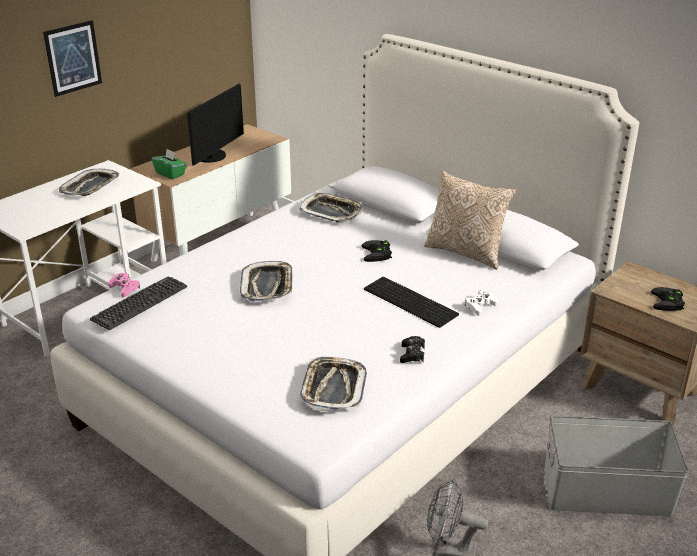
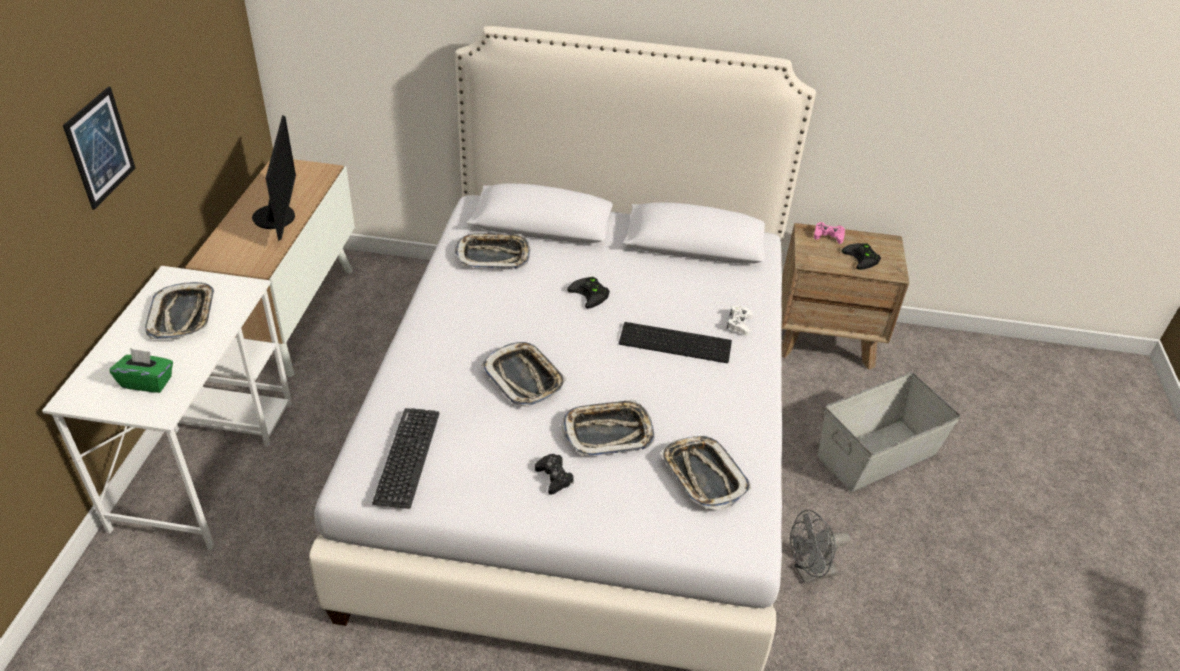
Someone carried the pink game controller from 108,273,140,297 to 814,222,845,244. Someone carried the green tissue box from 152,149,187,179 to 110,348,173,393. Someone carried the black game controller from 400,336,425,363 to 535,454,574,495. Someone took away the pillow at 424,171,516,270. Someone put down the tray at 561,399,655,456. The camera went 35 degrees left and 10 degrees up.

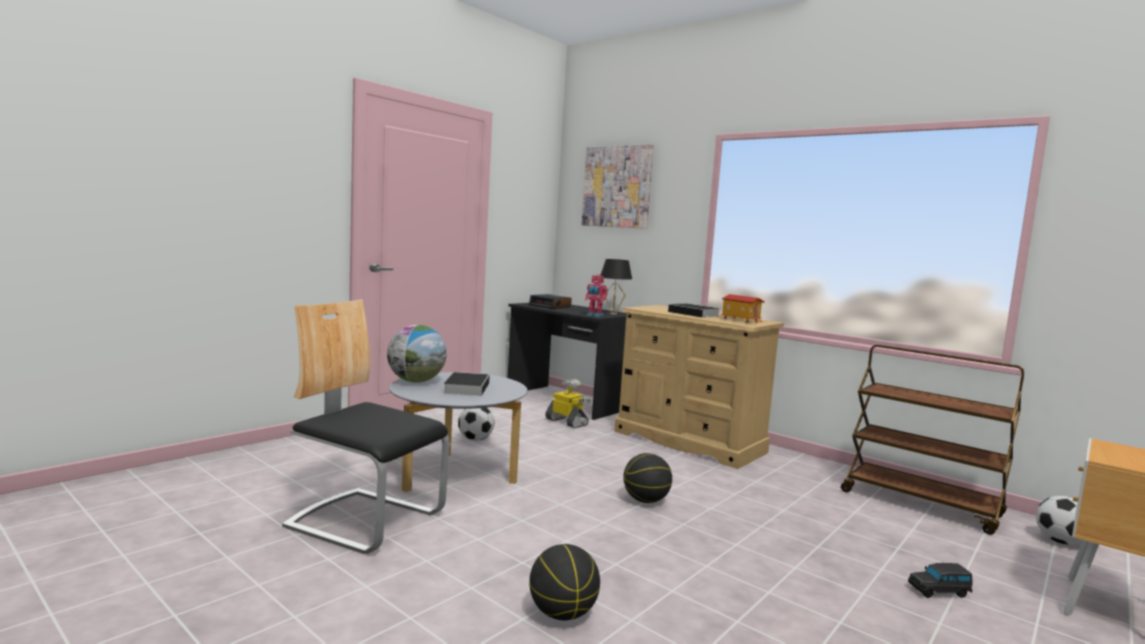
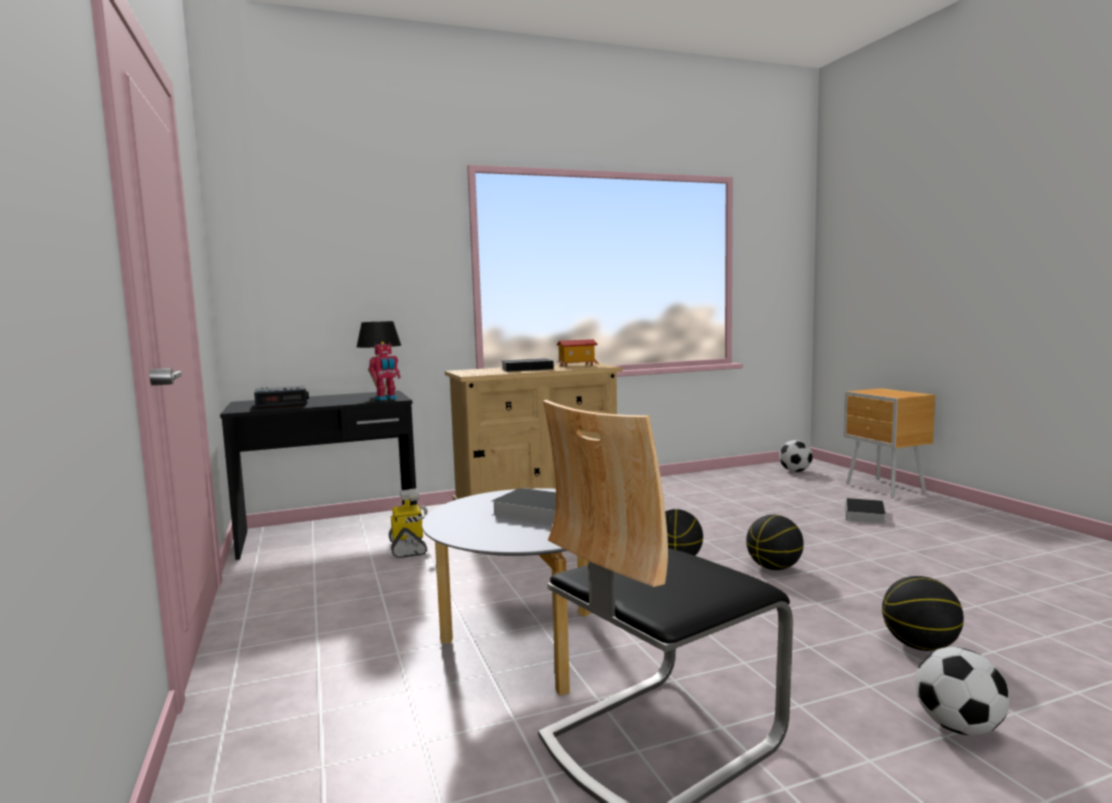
Someone took away the globe at 387,325,447,383. Someone carried the football from 458,408,494,441 to 915,647,1009,736. Someone rotated the toy robot at 545,379,591,428 by 90 degrees clockwise. Someone took away the picture at 582,144,654,229. Someone took away the brown cart at 841,345,1024,535. Someone swapped the black toy car at 908,563,973,598 for the book at 845,498,886,524. Someone put down the basketball at 746,515,804,570. The camera went 60 degrees left and 0 degrees up.

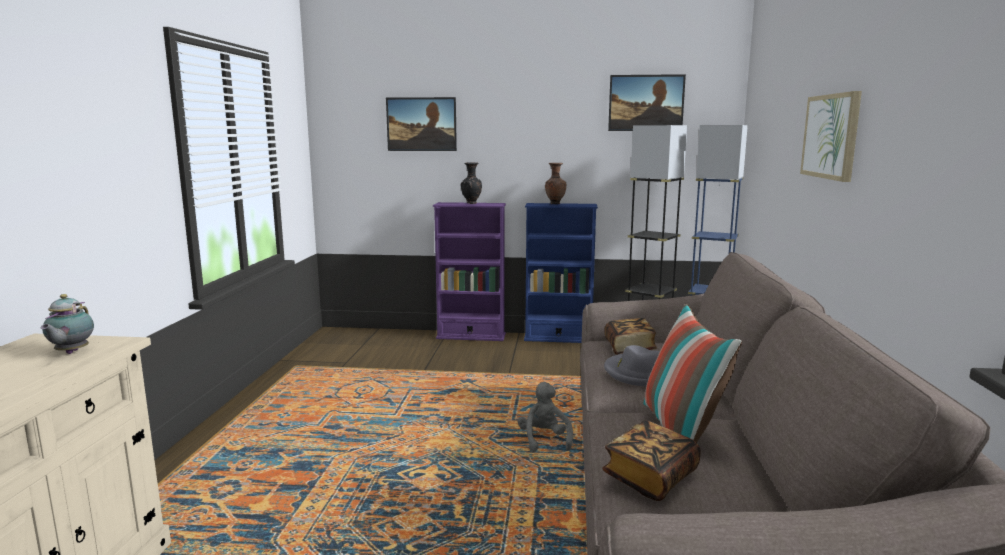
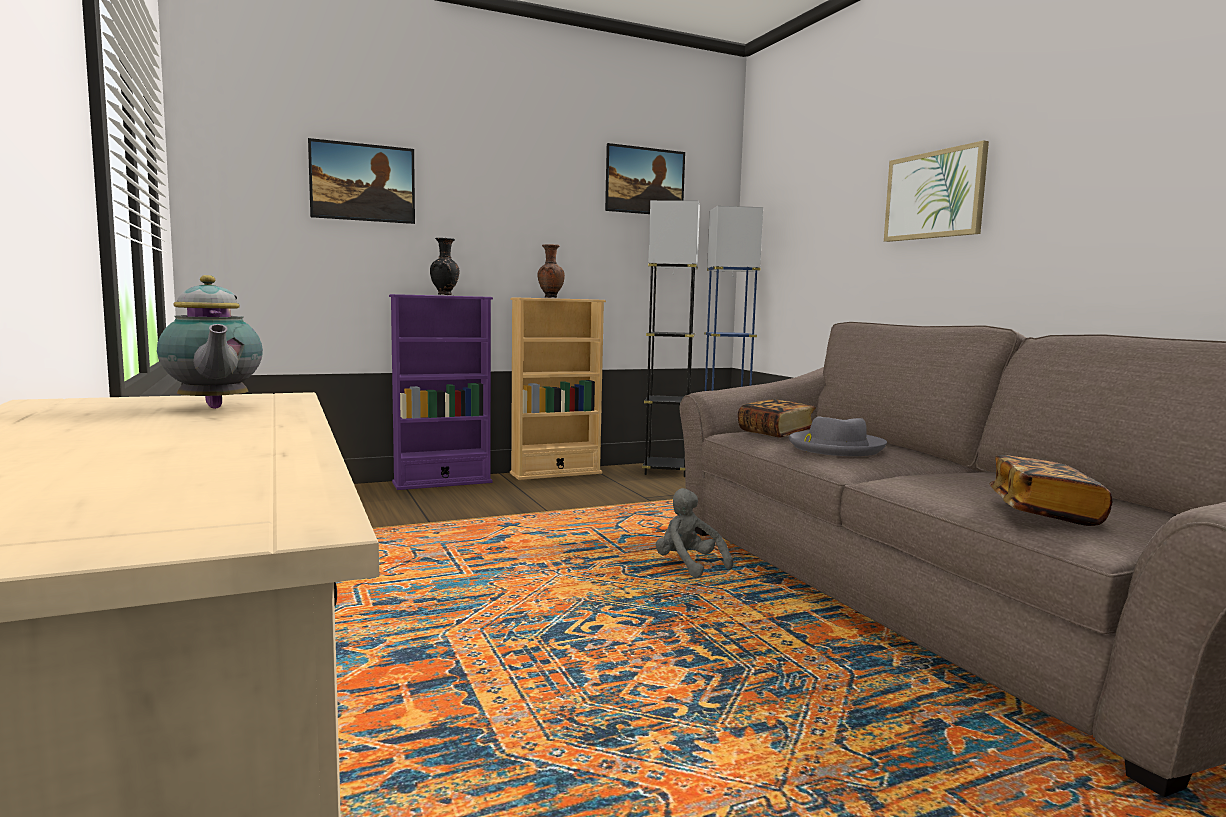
Someone repainted the blue bookcase at 524,203,598,343, which became the beige bookcase at 510,297,606,480. Someone took away the pillow at 643,304,742,443. The camera went 30 degrees left and 5 degrees down.

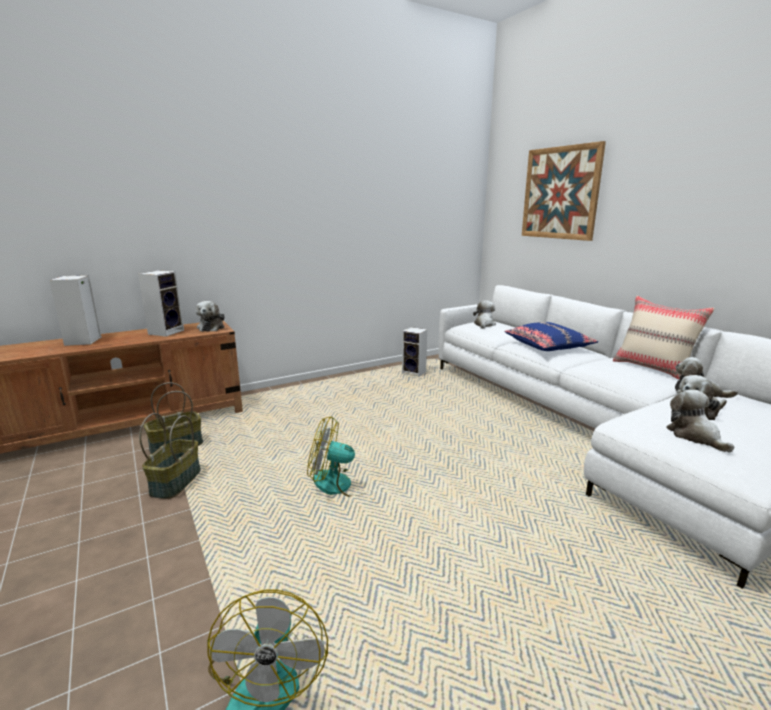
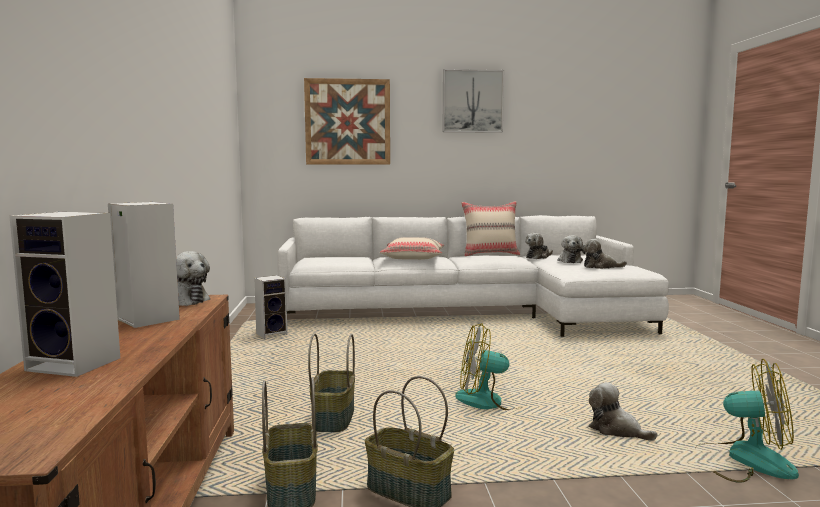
Someone rotated the fan at 307,416,369,497 by 60 degrees clockwise. Someone carried the plush toy from 473,300,496,329 to 589,382,657,441. Someone repainted the blue pillow at 504,322,598,351, which became the beige pillow at 380,237,444,260. Someone put down the basket at 308,333,355,432. Someone put up the picture at 442,69,504,133. The camera went 65 degrees left and 10 degrees down.

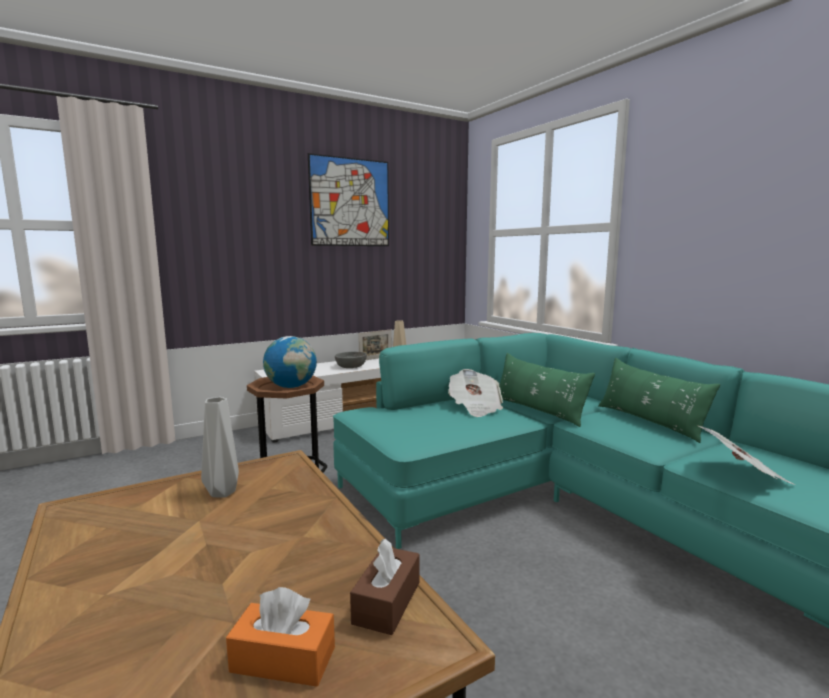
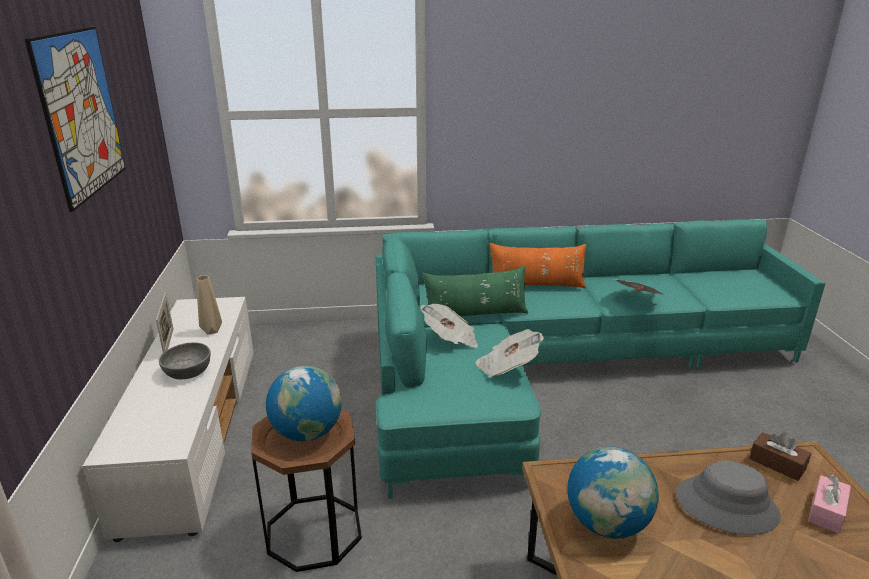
Someone swapped the grey vase at 201,397,239,497 for the globe at 567,446,659,539. Someone repainted the orange tissue box at 226,587,335,687, which became the pink tissue box at 808,474,851,533. Someone repainted the green pillow at 598,358,720,443, which became the orange pillow at 490,243,586,288. Someone put down the newspaper at 475,329,544,378. Someone put down the grey hat at 676,461,781,535. The camera went 65 degrees left and 15 degrees up.

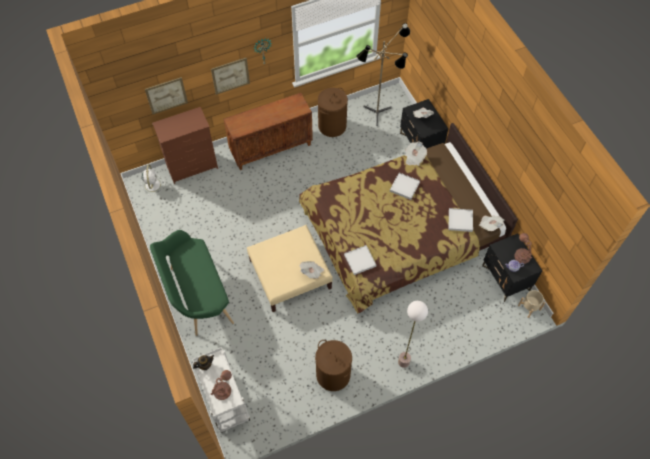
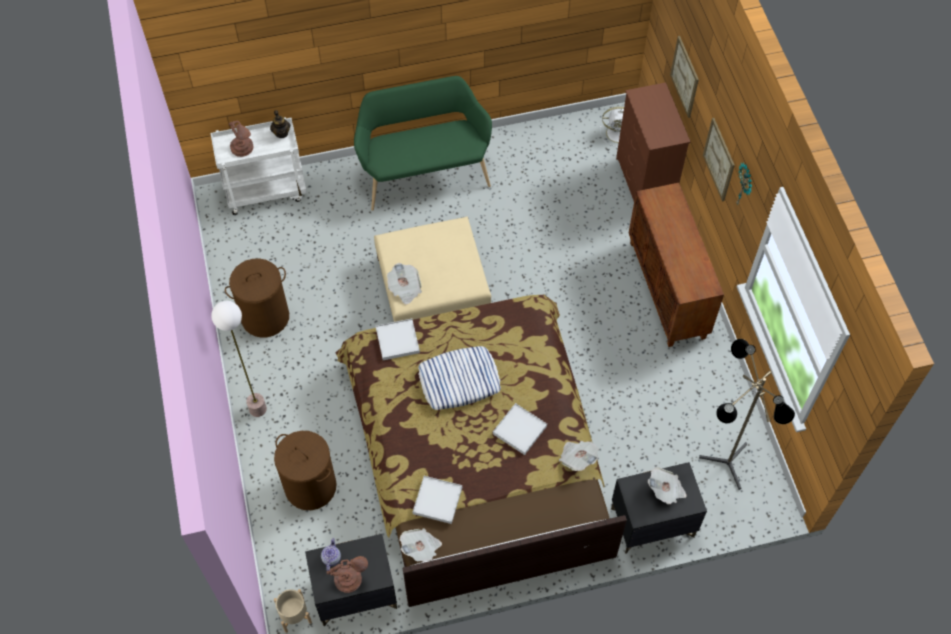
Someone carried the brown laundry basket from 318,87,348,137 to 274,431,336,510. Someone put down the pillow at 418,346,501,410. The camera went 100 degrees right and 0 degrees up.

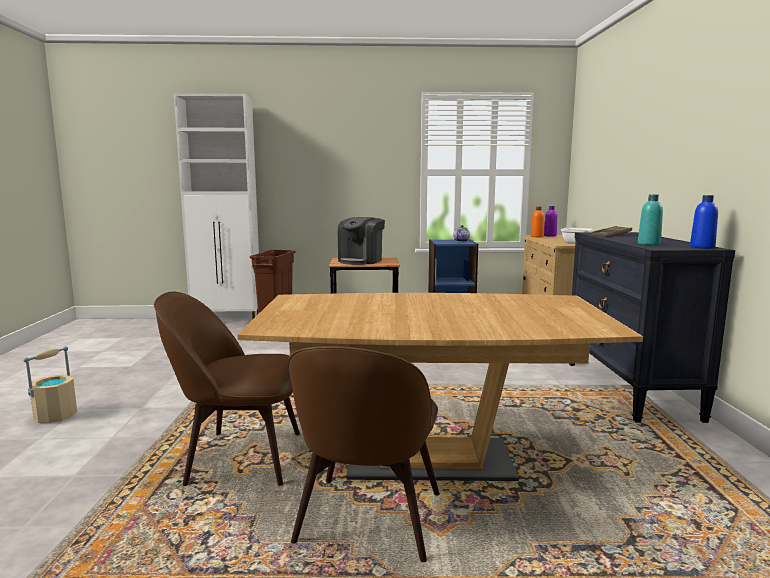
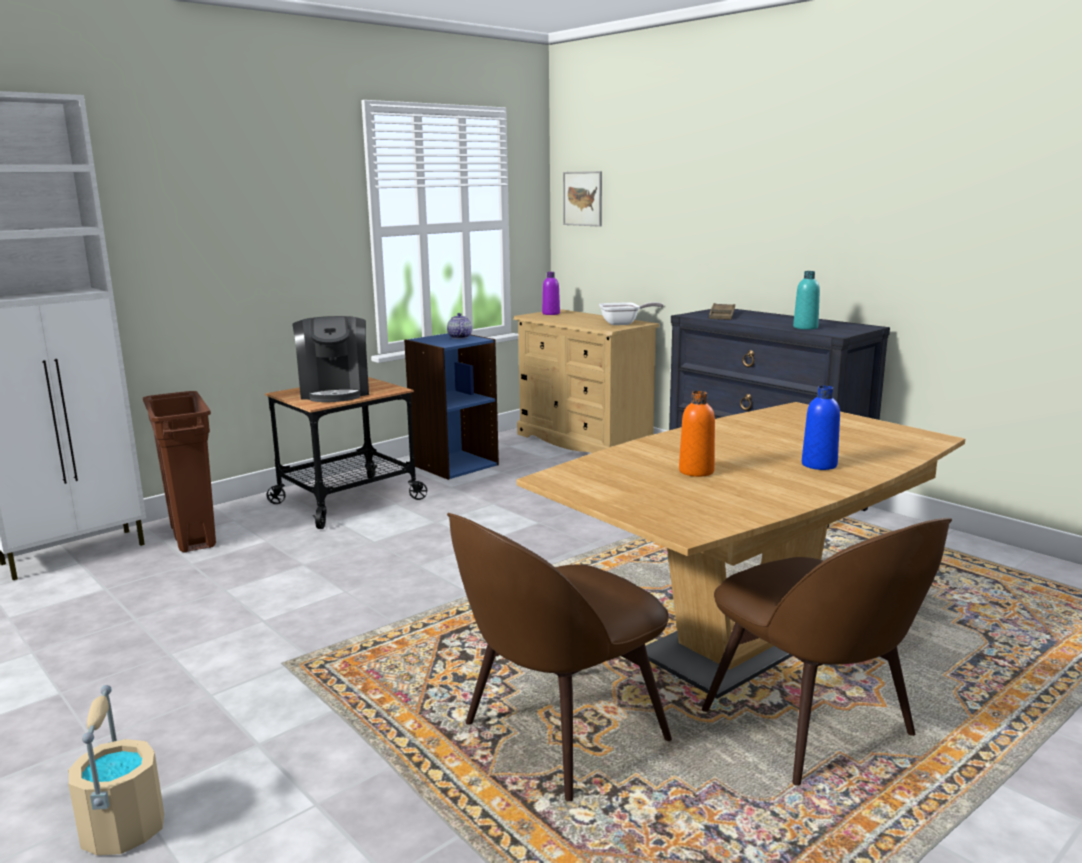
Someone carried the orange bottle from 531,206,544,237 to 679,391,715,477. Someone carried the blue bottle from 690,195,718,249 to 802,386,840,470. Someone put up the picture at 563,171,602,227. The camera went 40 degrees left and 5 degrees up.

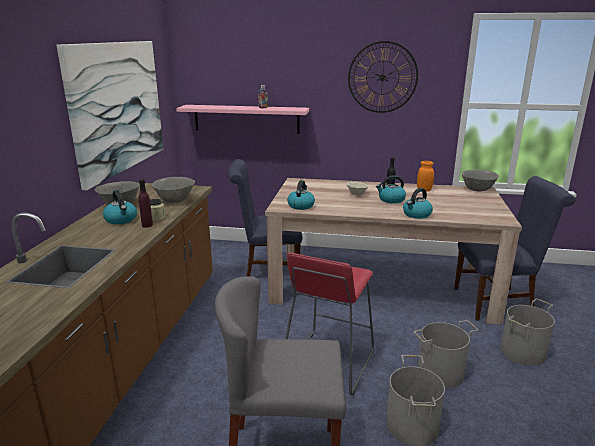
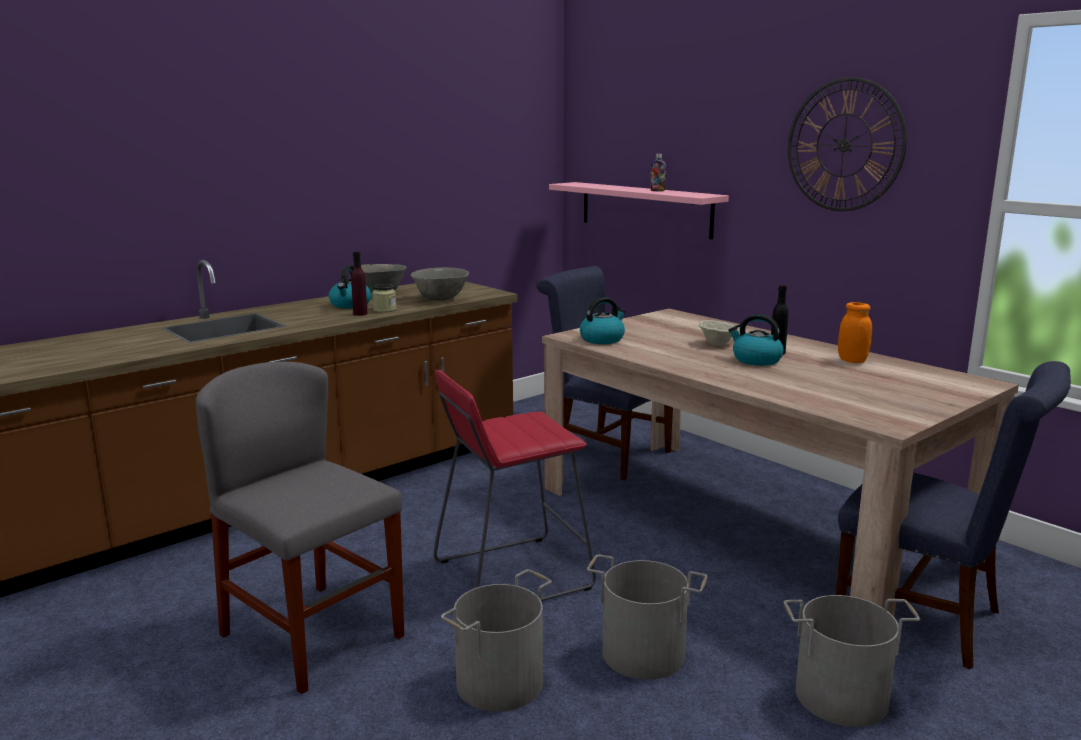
Someone took away the picture at 57,41,164,191. Someone took away the kettle at 403,188,433,219. Someone took away the grey bowl at 461,170,499,192. The camera went 40 degrees right and 5 degrees down.

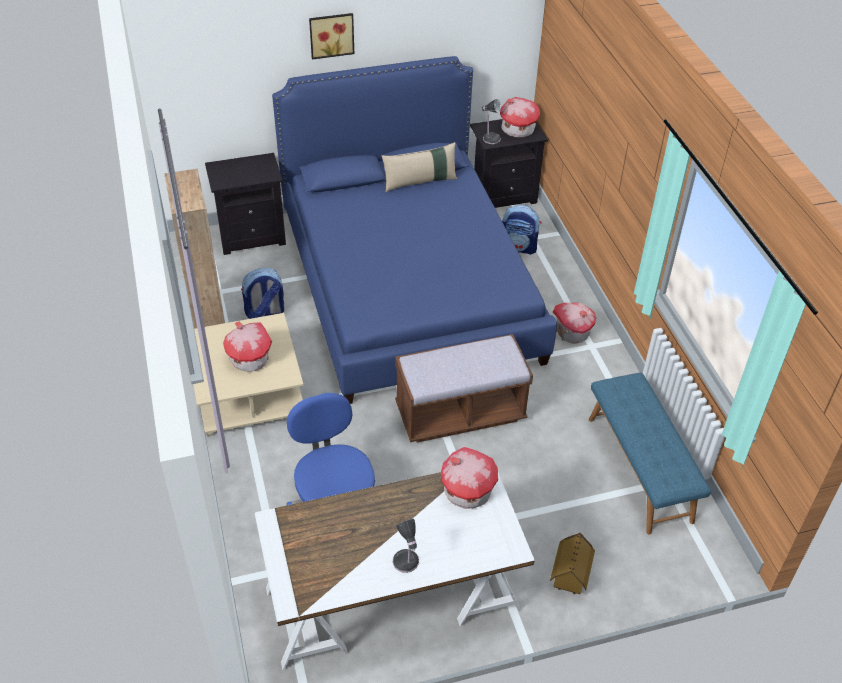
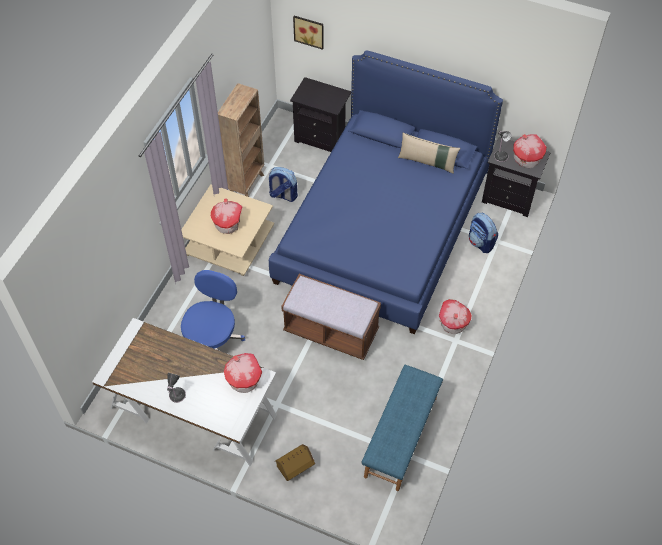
Someone carried the picture from 309,13,354,60 to 293,16,324,50. The camera went 40 degrees right and 10 degrees up.

